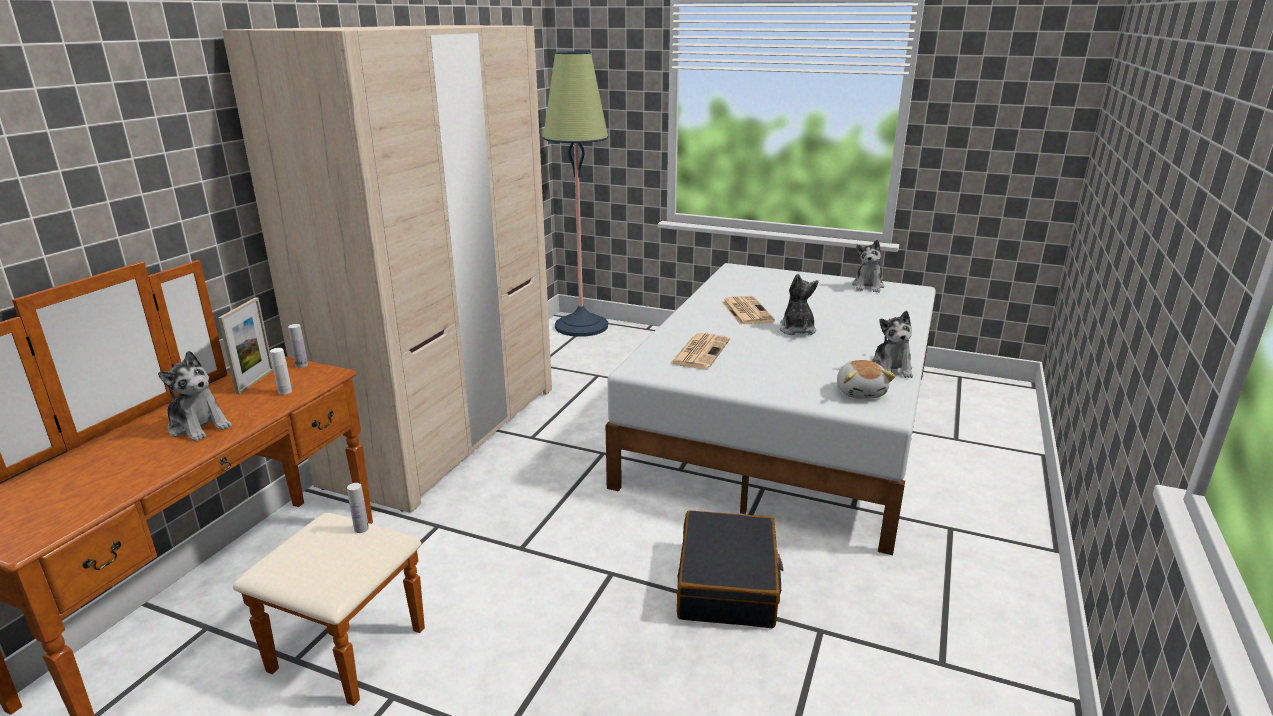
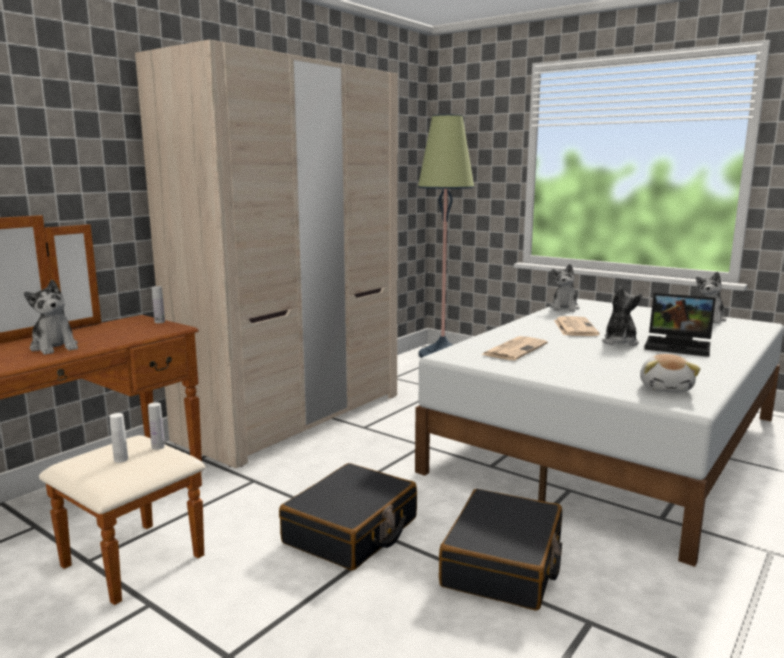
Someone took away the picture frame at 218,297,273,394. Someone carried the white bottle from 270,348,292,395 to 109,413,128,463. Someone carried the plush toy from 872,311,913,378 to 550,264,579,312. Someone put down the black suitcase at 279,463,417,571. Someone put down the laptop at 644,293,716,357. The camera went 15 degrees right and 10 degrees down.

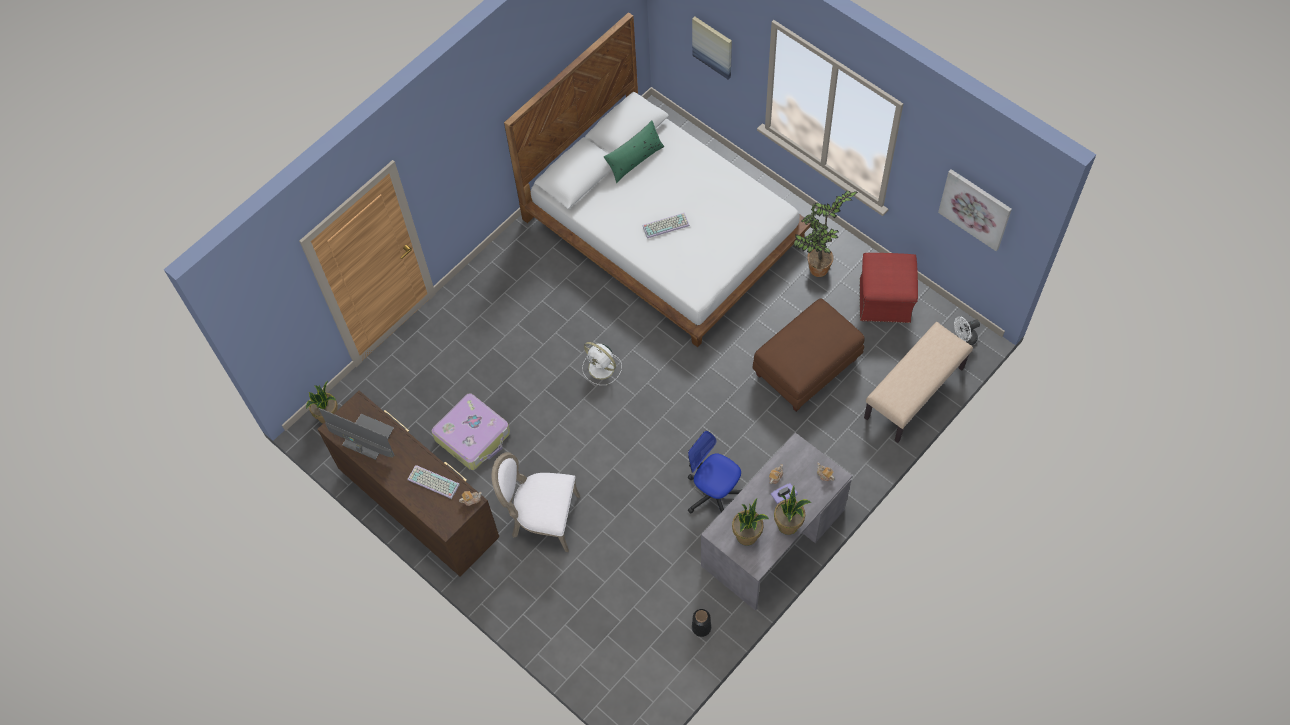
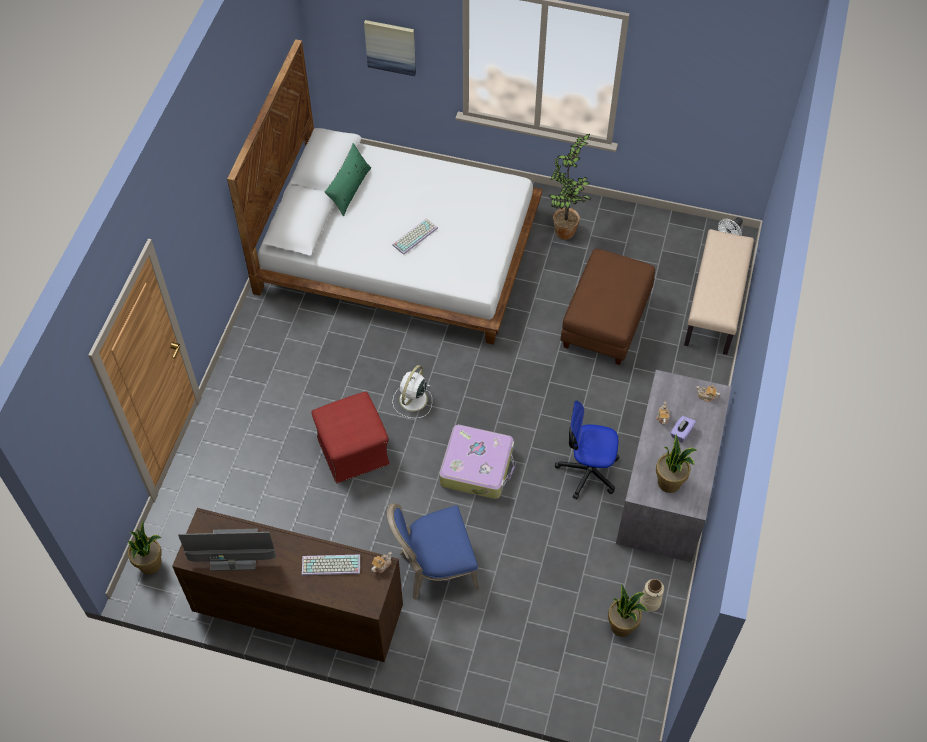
Someone carried the suitcase from 431,393,510,470 to 440,425,516,499. Someone repainted the white chair at 492,452,580,552, which became the blue chair at 387,503,479,600. Someone rotated the white fan at 582,342,622,385 by 105 degrees clockwise. Someone repainted the black vase at 692,609,711,637, which became the beige vase at 640,579,664,611. Someone carried the potted plant from 774,486,811,535 to 608,584,648,637. Someone carried the red ottoman from 859,253,918,323 to 311,391,390,484. Someone took away the picture at 938,169,1012,251. The camera went 30 degrees left and 5 degrees down.

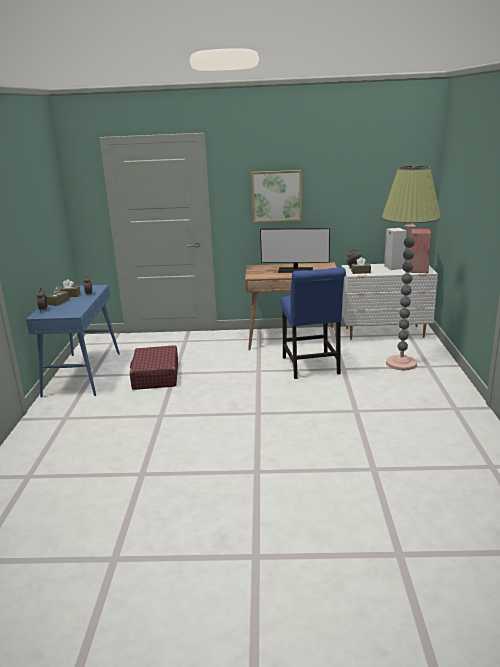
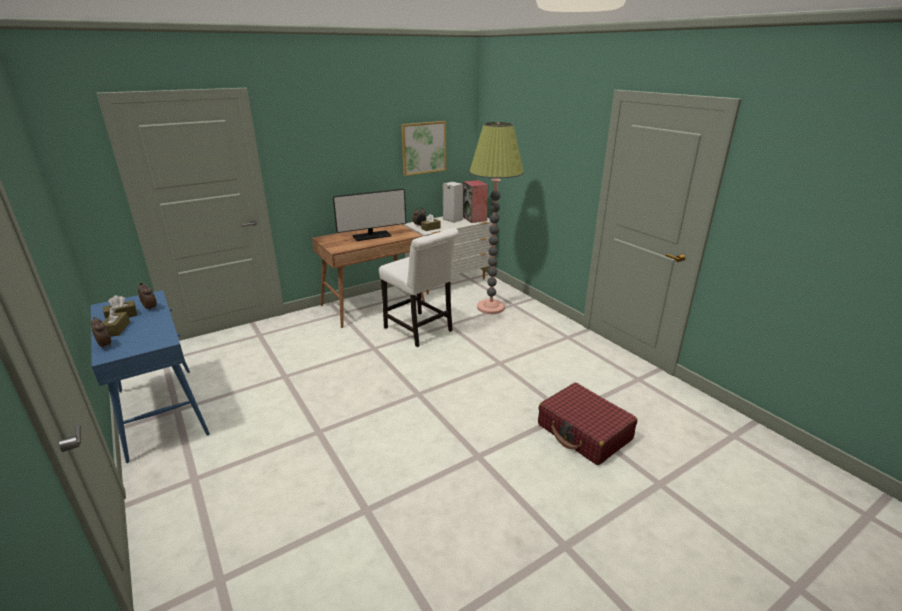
Someone carried the red suitcase from 130,345,178,390 to 538,383,637,465. Someone carried the picture from 252,170,302,222 to 401,121,446,176. Someone repainted the blue chair at 280,267,346,379, which became the white chair at 379,228,459,347. The camera went 35 degrees left and 5 degrees up.

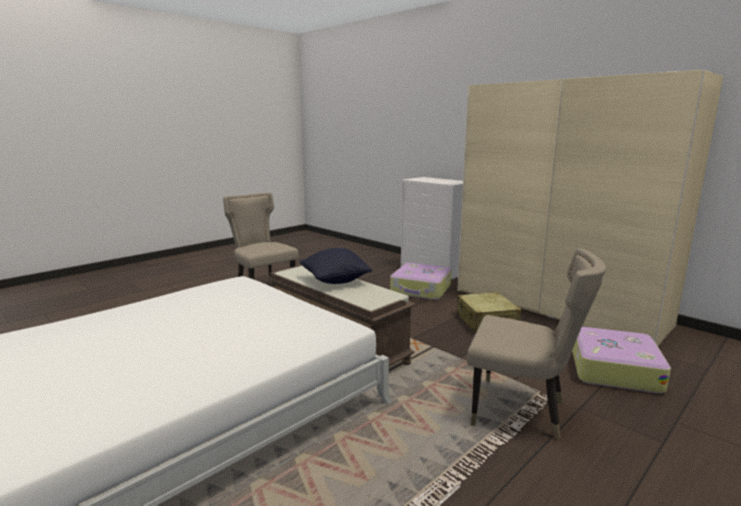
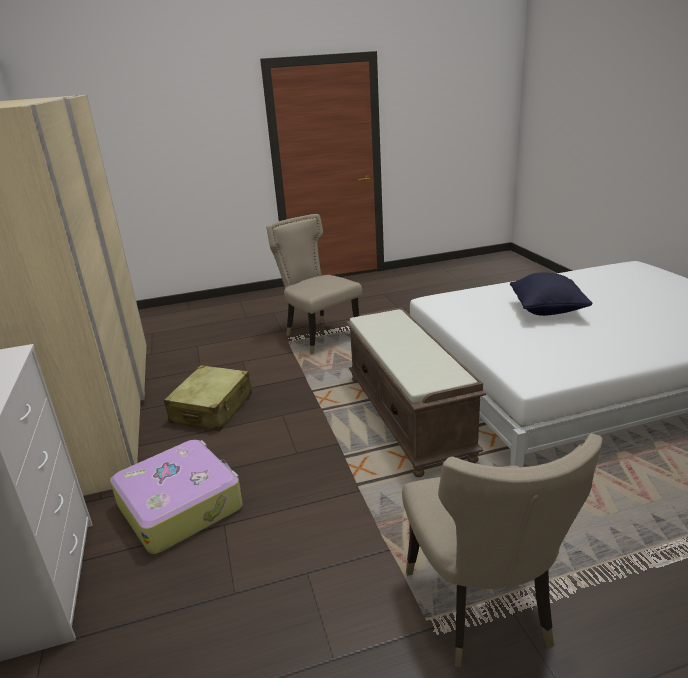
Someone carried the black pillow from 300,248,373,284 to 510,272,593,316. Someone took away the suitcase at 572,327,671,393. The camera went 150 degrees left and 10 degrees up.

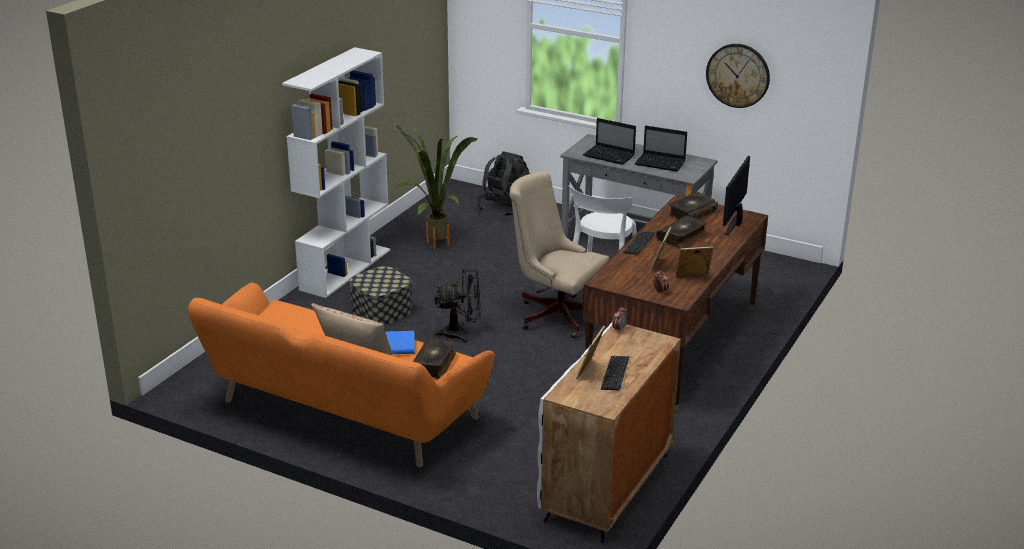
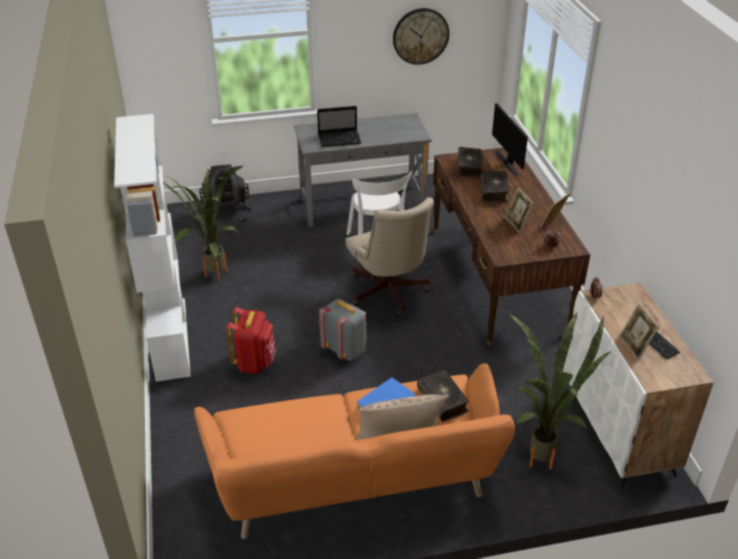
Someone swapped the storage box at 349,266,412,325 for the red backpack at 226,307,277,374. Someone swapped the black fan at 433,269,481,343 for the grey backpack at 319,299,367,361. Someone rotated the beige office chair at 510,171,609,339 by 105 degrees counterclockwise. Someone took away the keyboard at 623,231,655,255. Someone took away the laptop at 635,126,687,172. Someone put down the potted plant at 507,312,610,470. The camera went 40 degrees left and 10 degrees up.

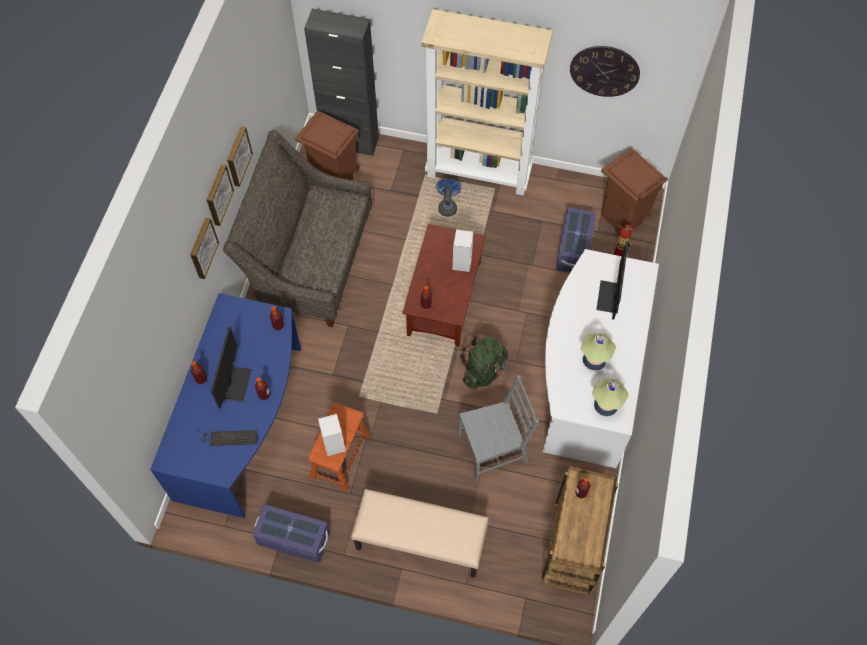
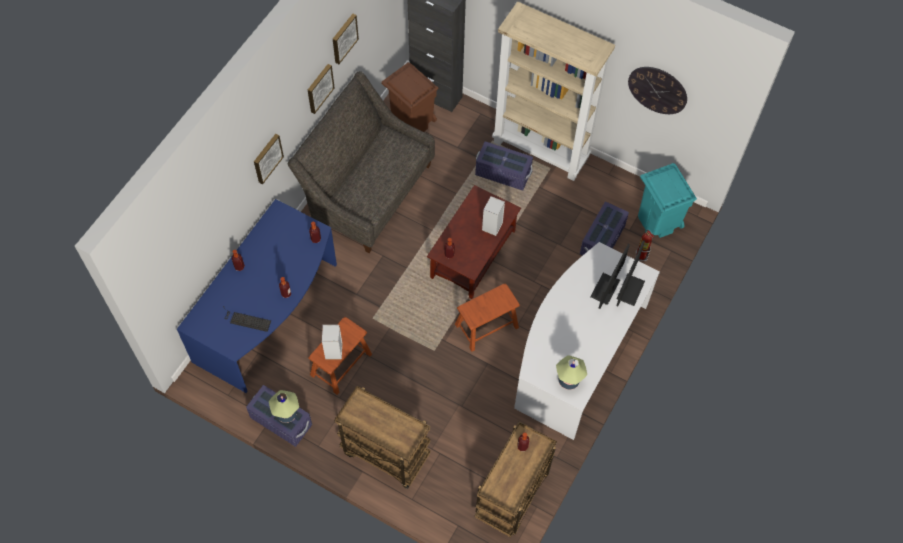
Someone carried the picture from 207,164,234,226 to 333,14,359,64. Someone carried the monitor from 211,326,252,409 to 616,240,645,307. Someone swapped the beige bench at 351,489,489,578 for the brown cart at 334,386,431,489. Someone swapped the blue fan at 436,179,461,216 for the purple storage box at 475,141,533,191. Someone took away the grey chair at 458,375,539,482. Someone swapped the green backpack at 459,333,508,390 for the brown stool at 455,283,520,352. Someone carried the table lamp from 581,333,616,371 to 269,390,299,423. Someone repainted the brown trash can at 601,148,668,235, which became the turquoise trash can at 638,163,697,238. The camera went 15 degrees right and 0 degrees up.

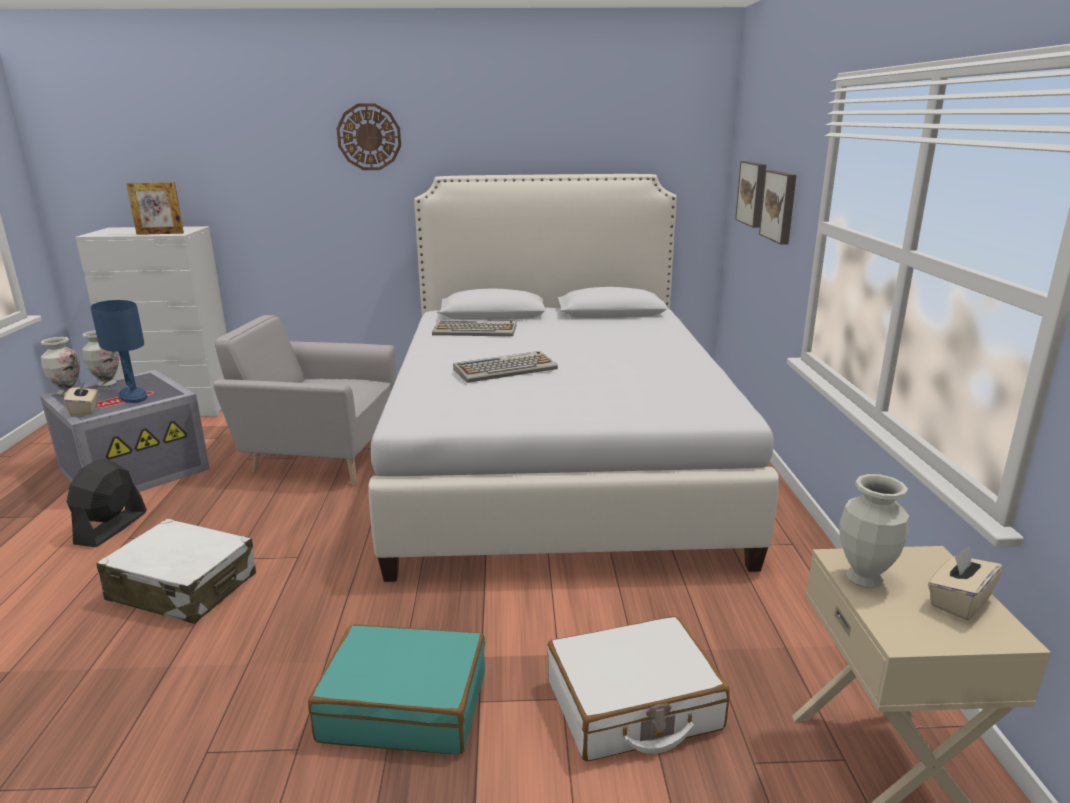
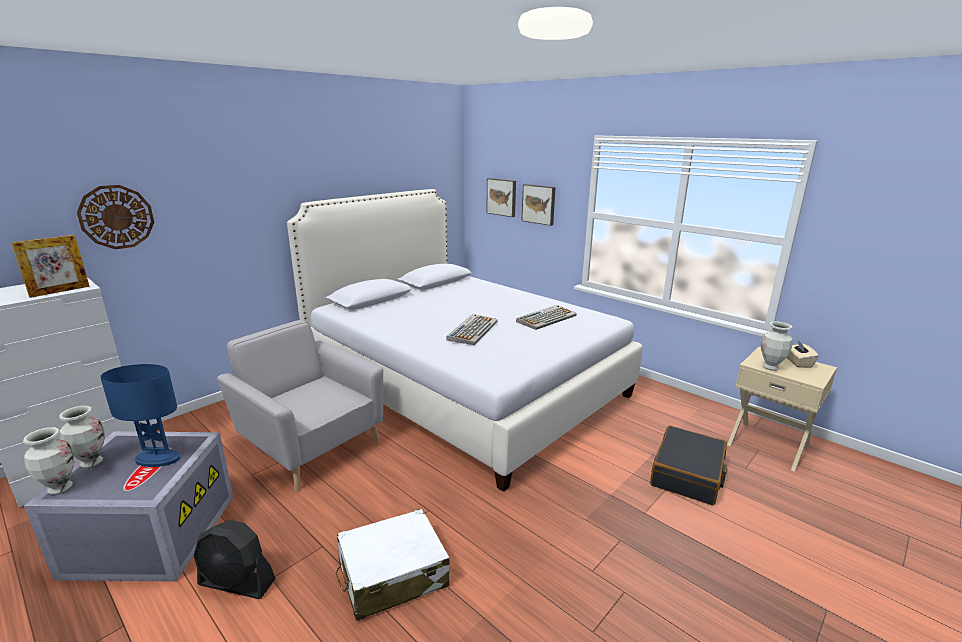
Someone took away the beige tissue box at 64,381,98,417. Someone rotated the black fan at 66,459,147,547 by 45 degrees counterclockwise. Someone rotated the grey armchair at 213,315,396,486 by 75 degrees clockwise. Someone took away the turquoise suitcase at 308,624,485,755. Someone carried the wall clock from 337,103,401,170 to 77,185,154,249. Someone carried the keyboard from 432,320,516,336 to 516,305,577,330. Someone repainted the white suitcase at 547,616,729,761, which became the black suitcase at 650,426,727,505. The camera went 45 degrees left and 0 degrees up.

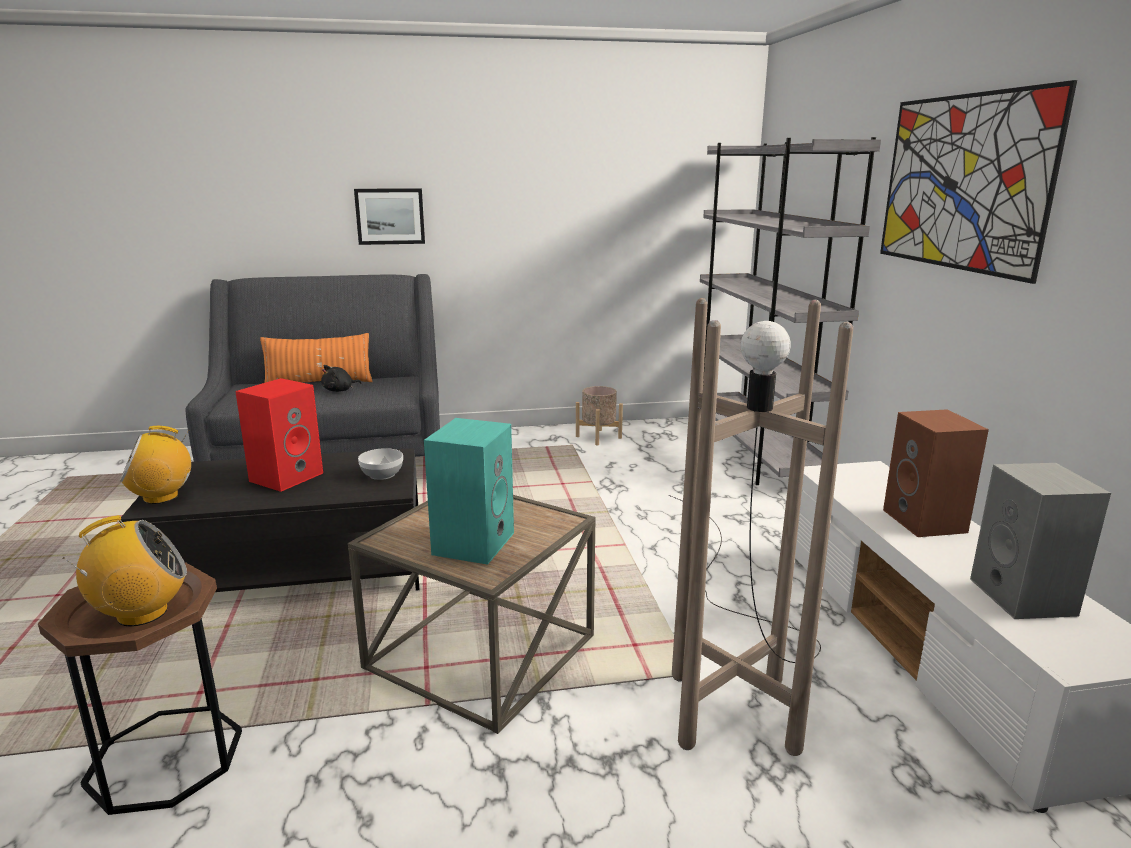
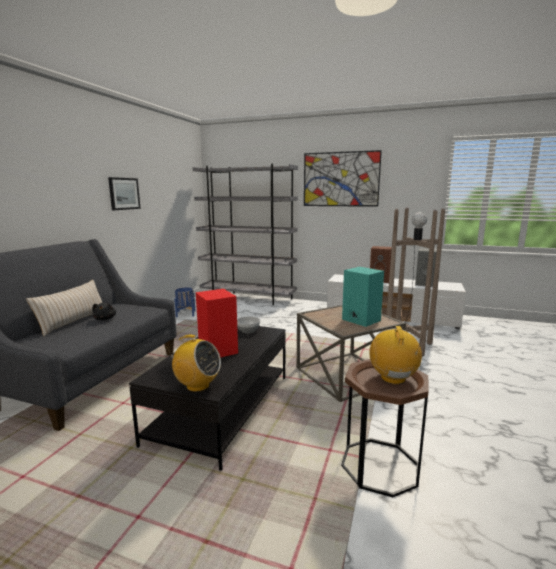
Someone rotated the radio at 120,426,191,504 by 75 degrees counterclockwise. Someone repainted the orange pillow at 260,333,372,383, which became the beige pillow at 26,280,102,336. Someone carried the picture from 354,188,425,245 to 108,177,141,210. Someone repainted the beige planter at 576,386,623,446, which became the blue planter at 174,287,195,317. The camera went 60 degrees left and 5 degrees down.

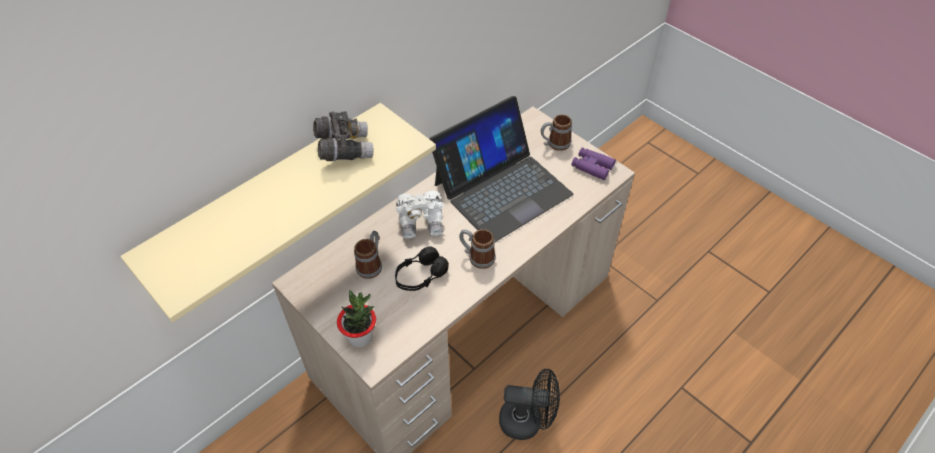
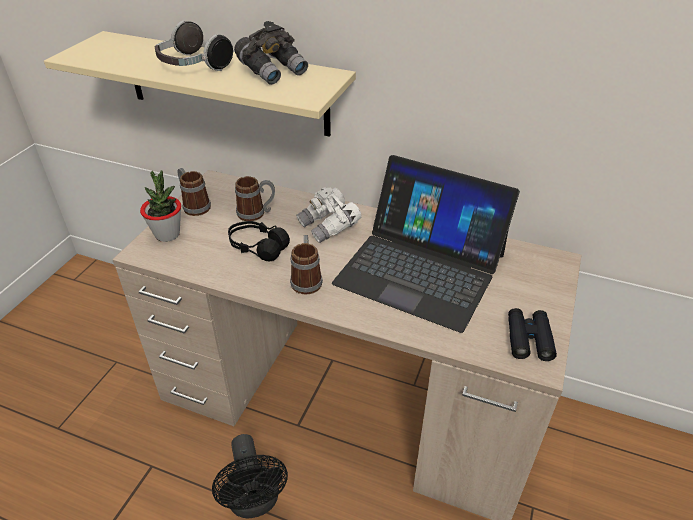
Someone carried the mug from 541,114,572,151 to 178,168,211,216. Someone repainted the purple binoculars at 571,147,616,180, which became the black binoculars at 508,308,557,361. Someone put down the headphones at 155,20,233,71. The camera went 65 degrees right and 10 degrees down.

